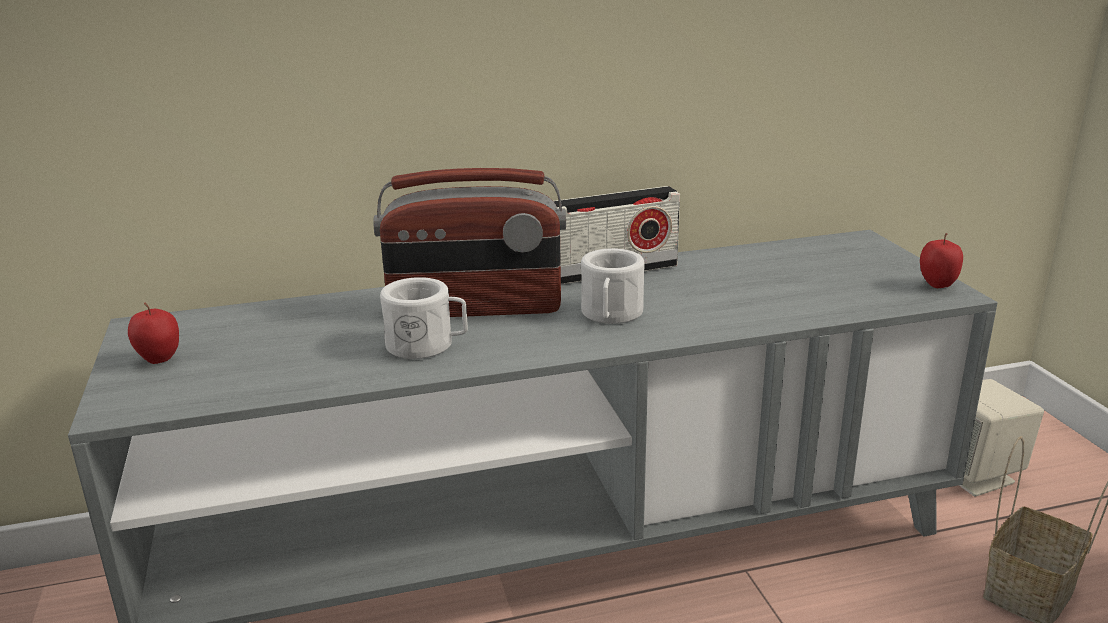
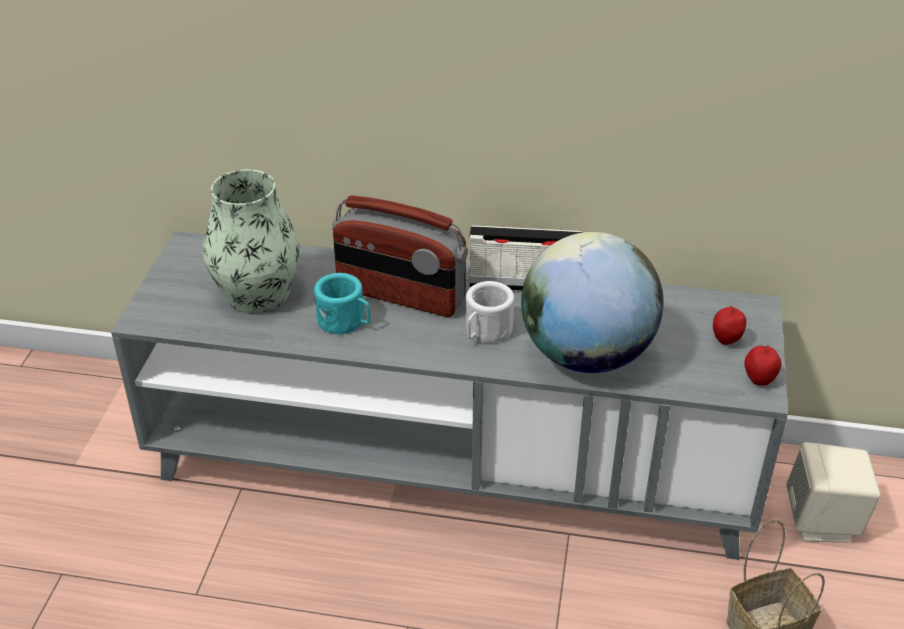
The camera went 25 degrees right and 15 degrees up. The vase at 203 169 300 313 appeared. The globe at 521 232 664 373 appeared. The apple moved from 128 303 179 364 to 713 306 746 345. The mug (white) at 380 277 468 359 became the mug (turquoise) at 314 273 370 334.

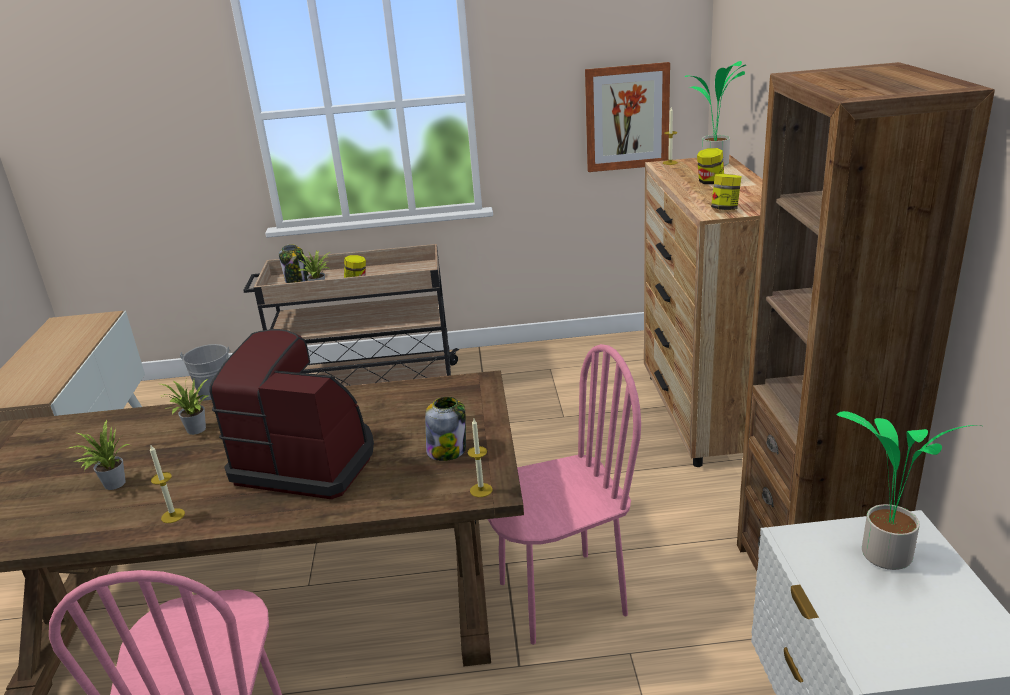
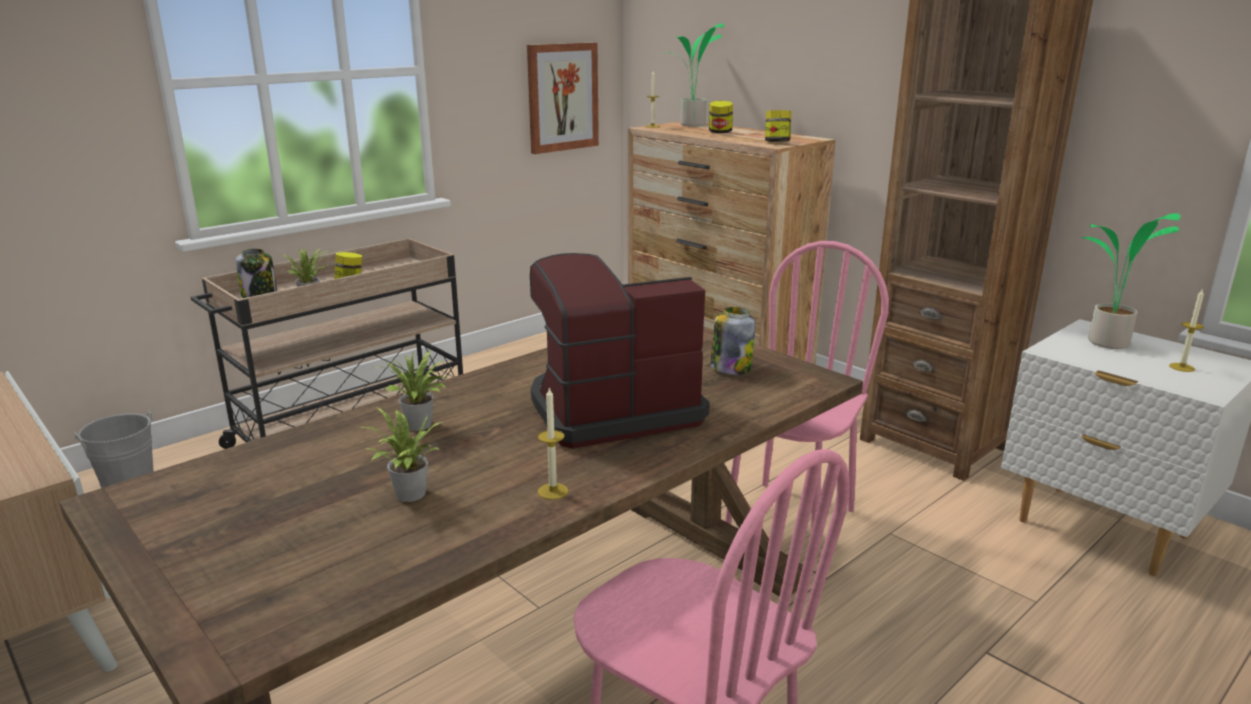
The camera went 40 degrees left and 5 degrees down. The candle moved from 468 419 493 497 to 1169 288 1204 372.

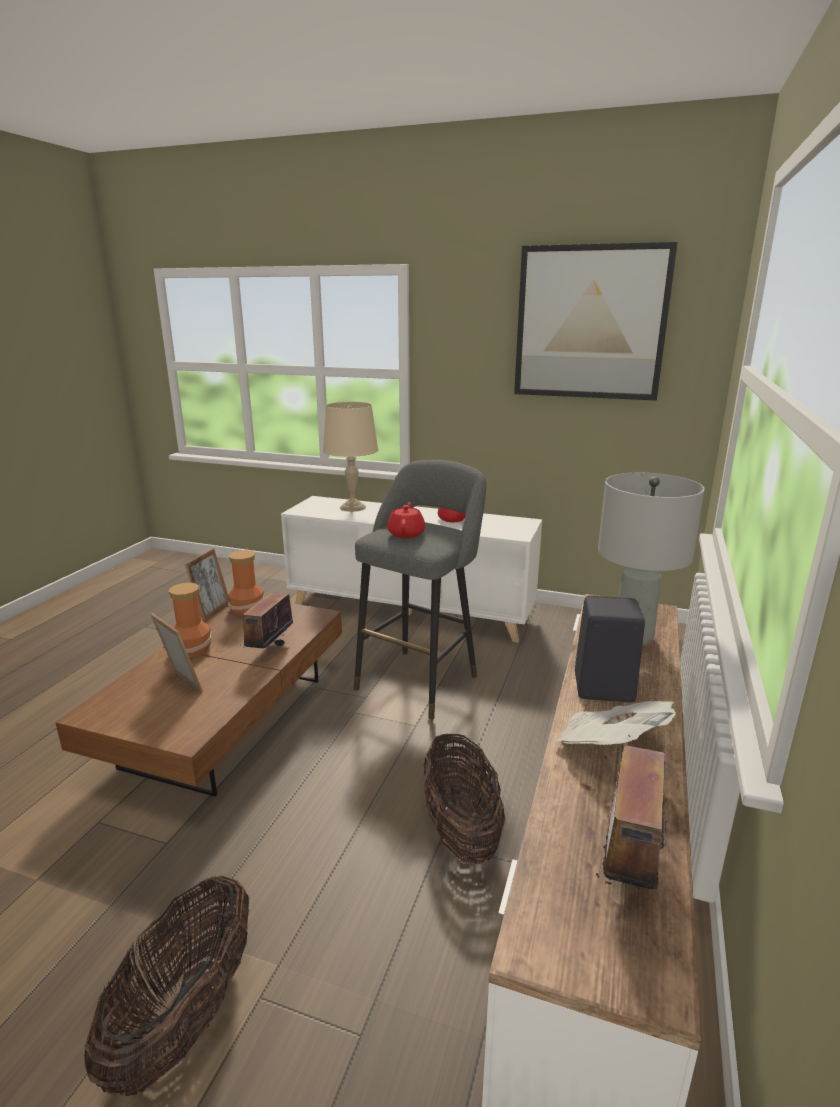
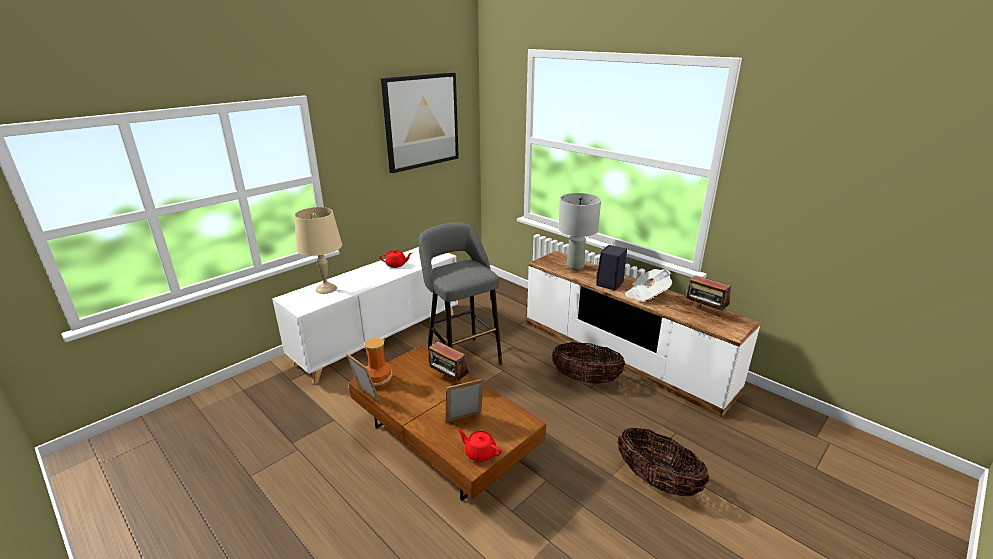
The camera went 65 degrees left and 5 degrees up. The vase at 169 583 212 657 disappeared. The teapot (red) moved from 387 502 425 538 to 458 429 502 462.

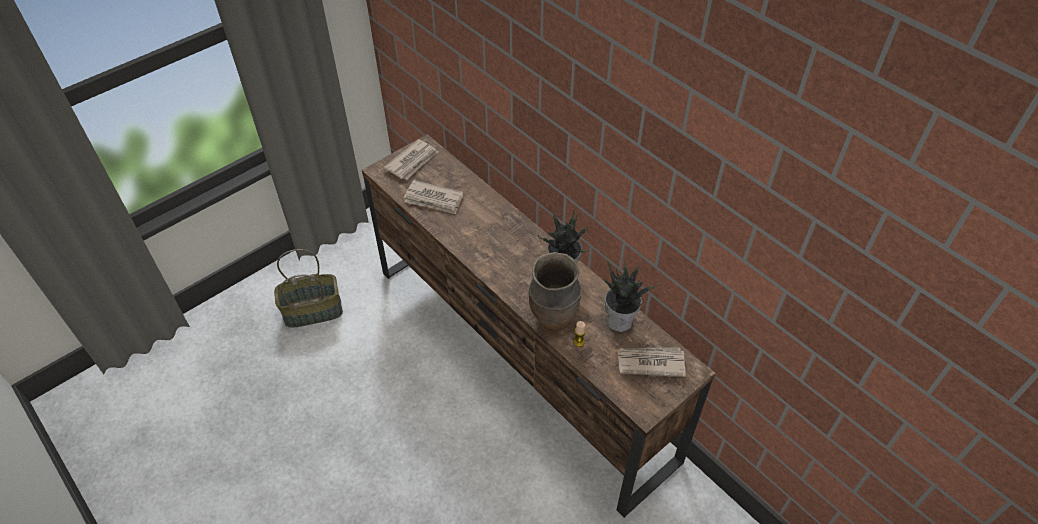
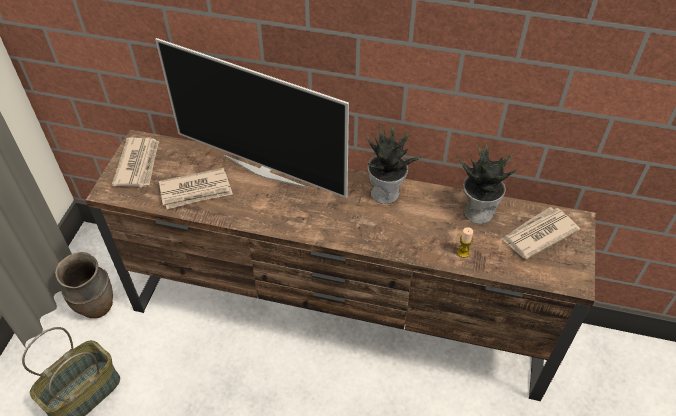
The camera went 35 degrees left and 0 degrees up. The television at 155 38 349 198 appeared. The vase (brown) moved from 529 252 582 331 to 55 252 113 318.

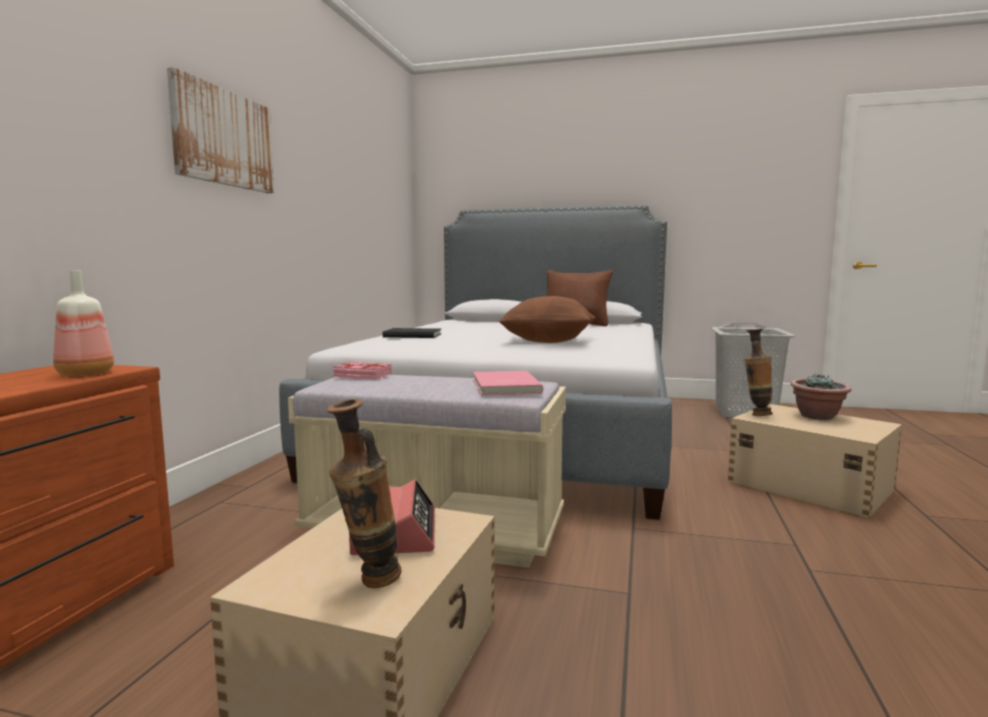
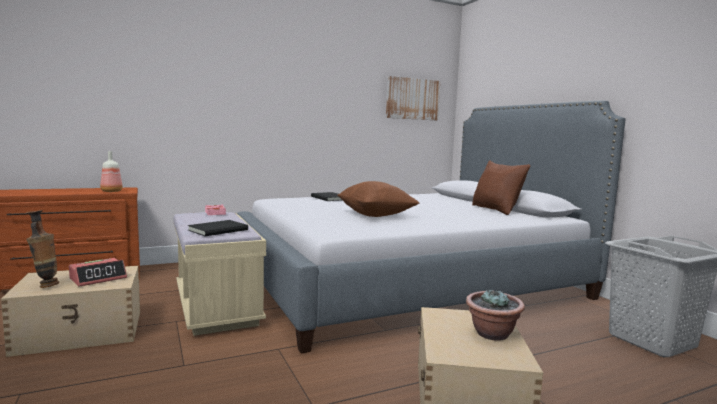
The camera went 50 degrees right and 0 degrees up. The vase at 744 328 773 416 disappeared. The picture moved from 167 67 274 194 to 386 76 440 120. The book (pink) at 473 371 543 396 became the book (black) at 187 220 248 236.

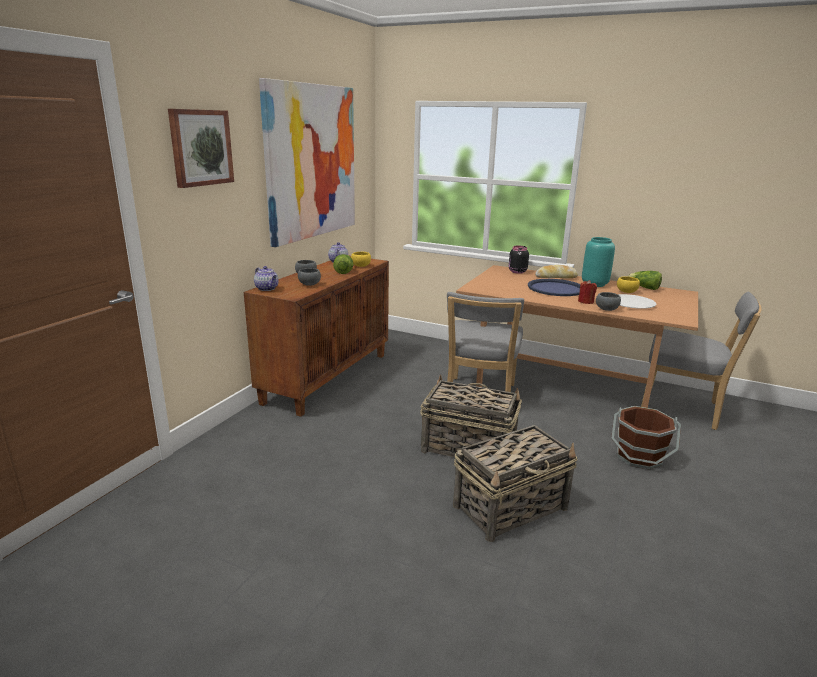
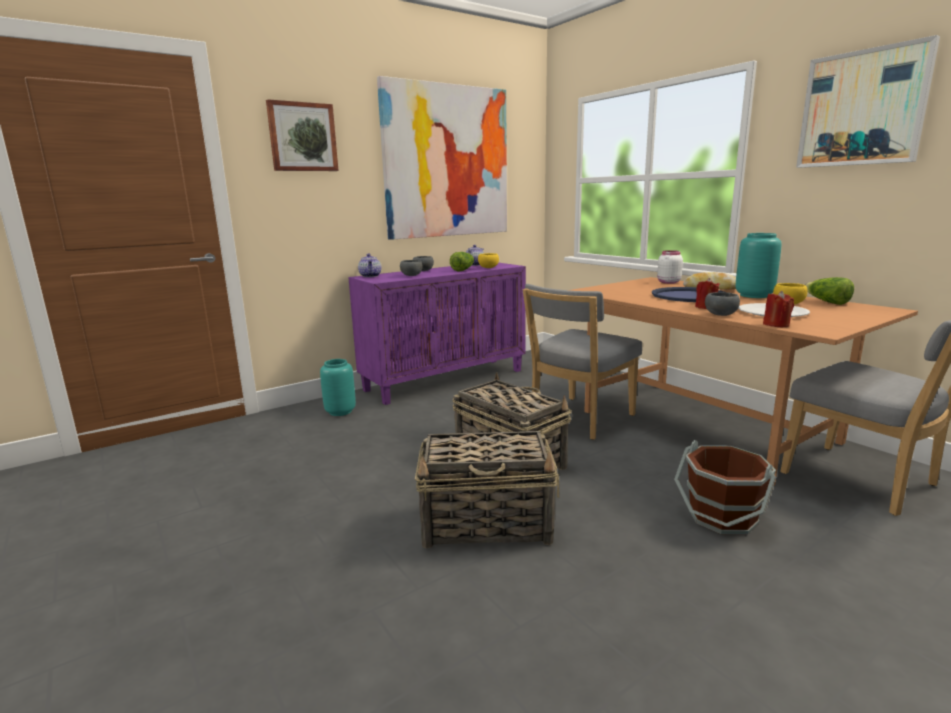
The camera went 30 degrees right and 5 degrees down. The vase (turquoise) at 320 359 356 416 appeared. The candle (red) at 763 291 794 327 appeared. The picture at 796 35 940 168 appeared. The cabinet (brown) at 244 255 389 417 became the cabinet (purple) at 348 262 526 405. The jar (black) at 509 245 529 274 became the jar (white) at 657 250 683 284.

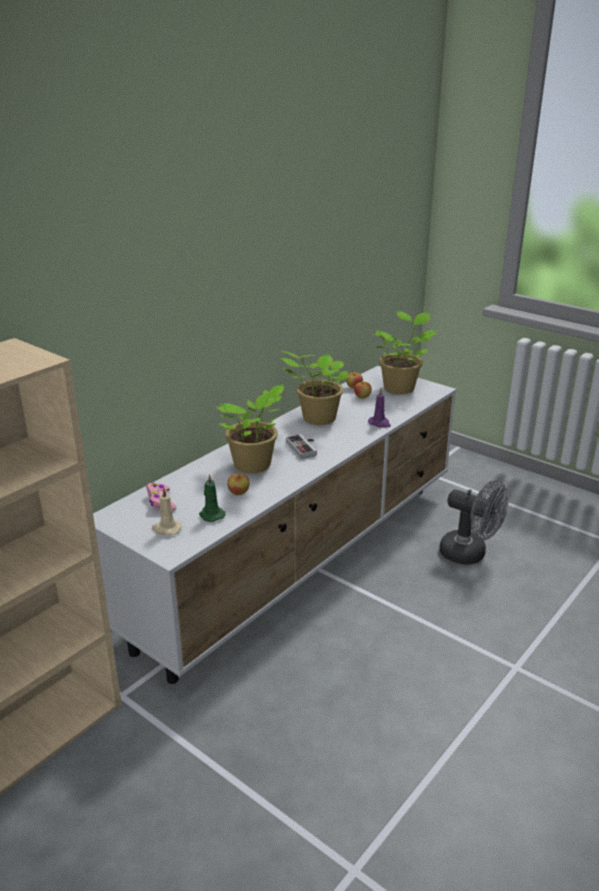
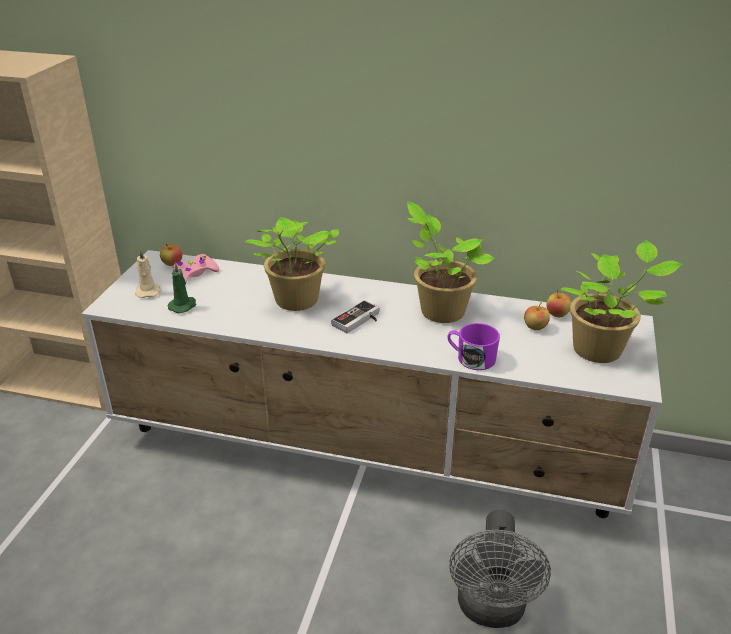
The camera went 65 degrees right and 5 degrees up. The apple moved from 227 473 249 495 to 160 244 182 266. The candle (purple) at 368 388 391 428 was replaced by the mug (purple) at 447 323 500 370.

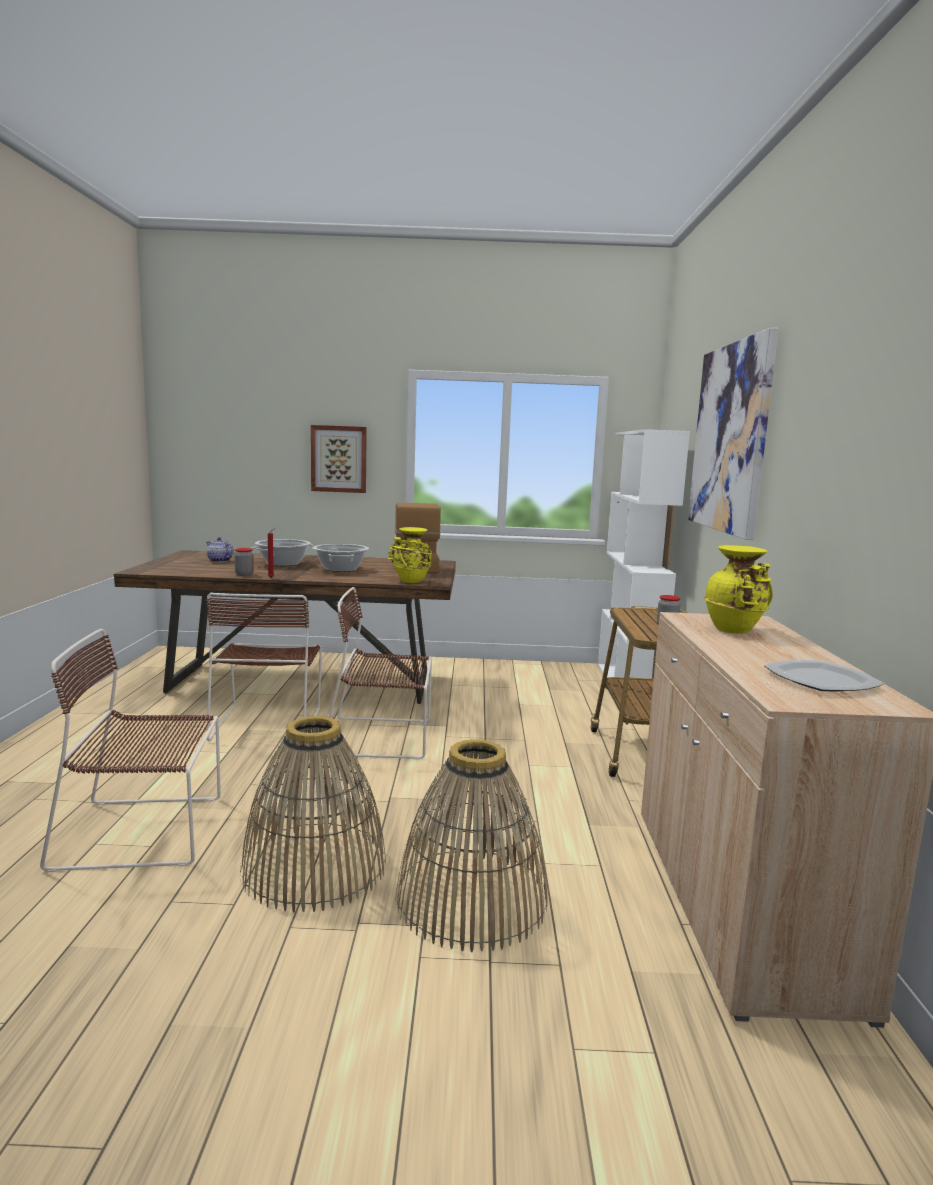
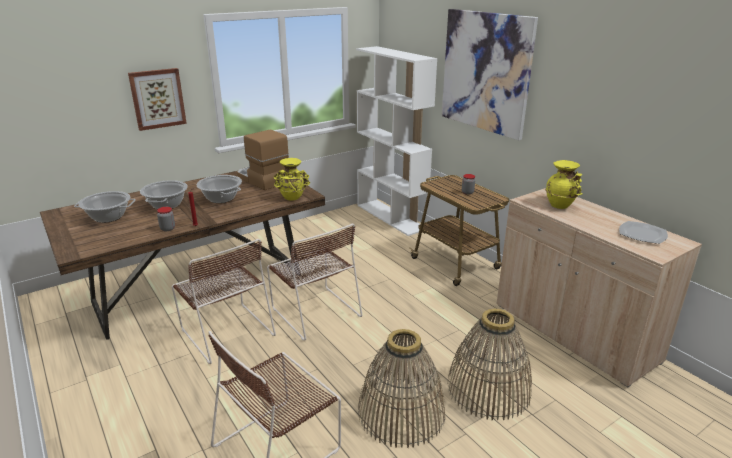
The camera went 35 degrees left and 15 degrees up. The teapot at 206 537 234 562 was replaced by the cooking pot at 74 191 136 223. The chair (brown) at 321 587 432 760 turned 90 degrees counterclockwise.

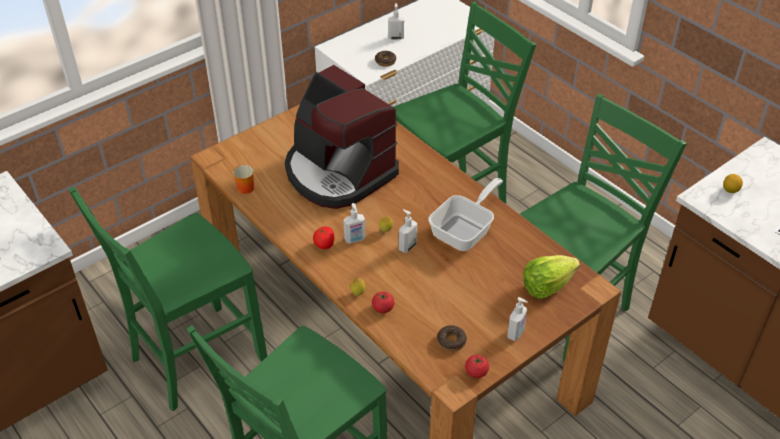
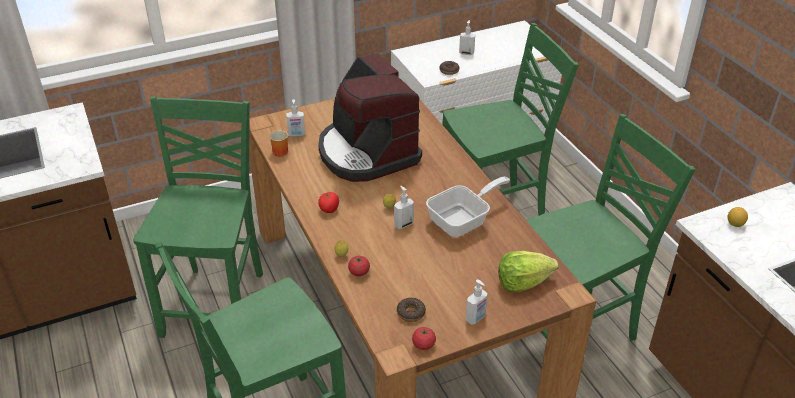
The camera went 15 degrees right and 5 degrees down. The soap dispenser moved from 343 203 366 244 to 286 99 305 137. The chair (green) at 69 187 267 411 turned 120 degrees clockwise.

